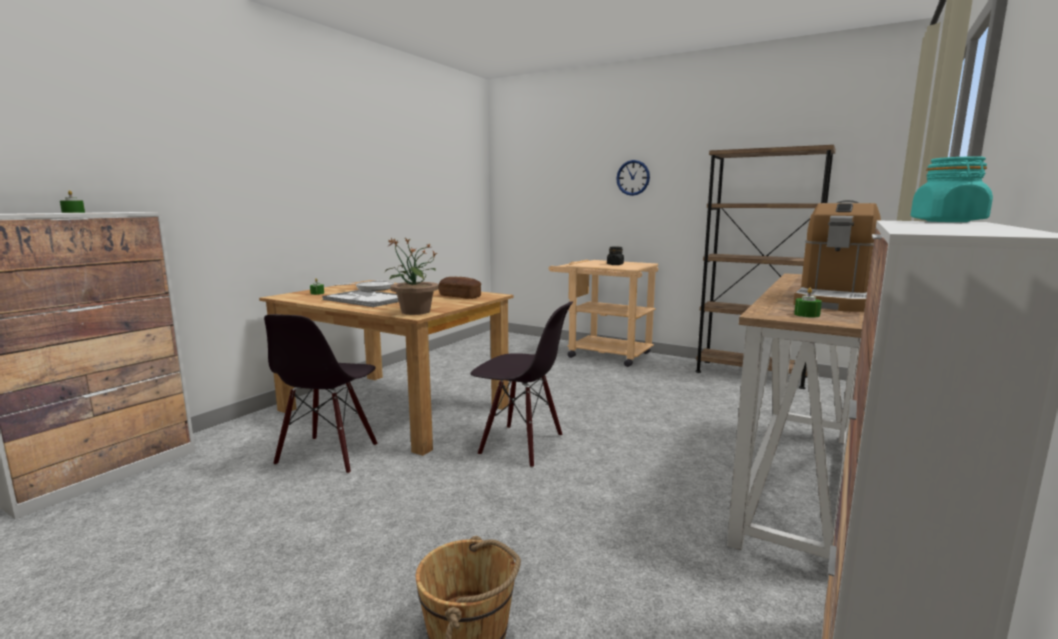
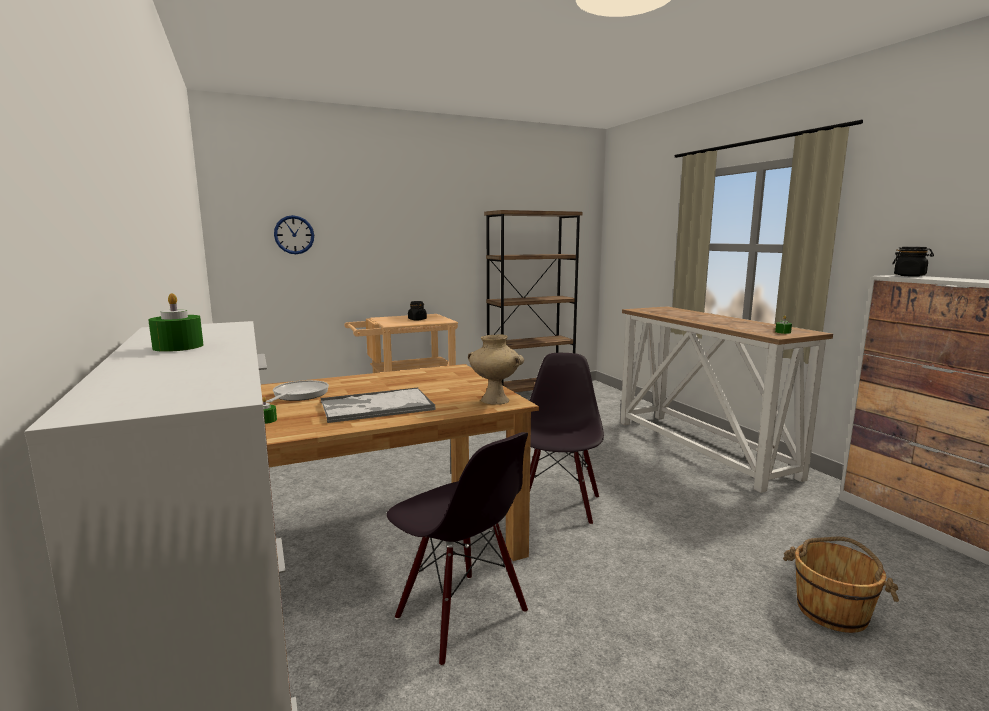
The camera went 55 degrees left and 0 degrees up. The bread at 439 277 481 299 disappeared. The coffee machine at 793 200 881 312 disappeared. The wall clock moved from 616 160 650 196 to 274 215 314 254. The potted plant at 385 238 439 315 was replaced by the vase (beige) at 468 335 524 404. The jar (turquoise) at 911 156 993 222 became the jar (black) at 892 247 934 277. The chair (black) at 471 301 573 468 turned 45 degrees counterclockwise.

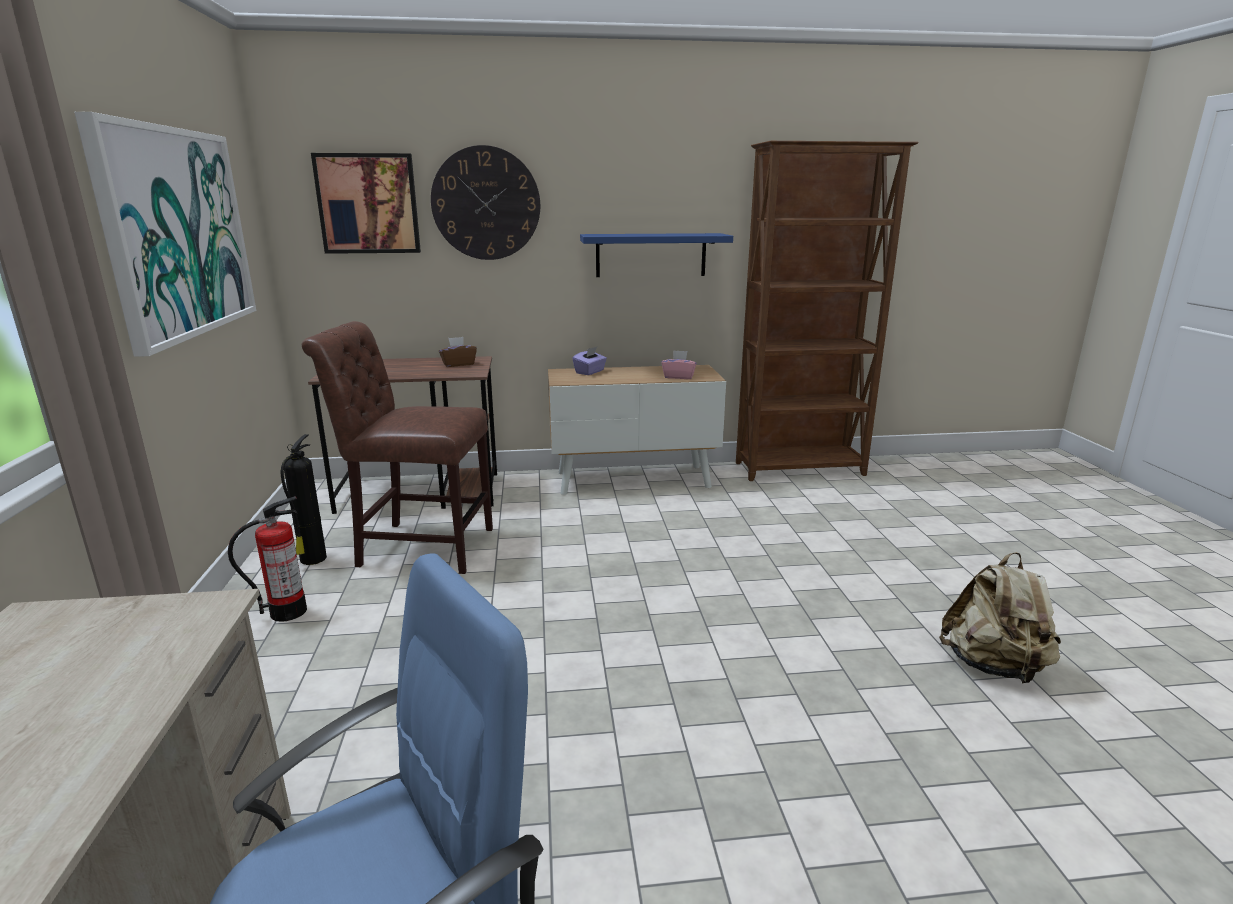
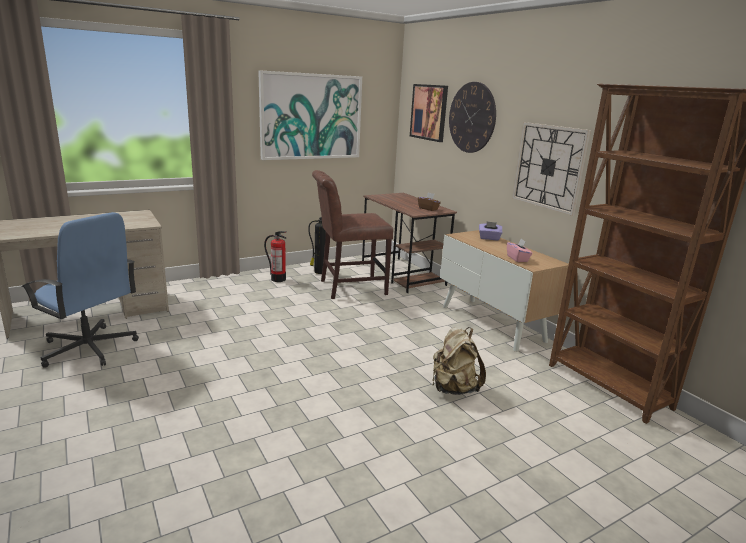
The camera went 65 degrees right and 0 degrees up. The backpack (beige) moved from 939 552 1061 684 to 432 327 486 395. The shelf (blue) at 580 233 733 277 was replaced by the wall clock at 512 122 591 216. The chair (brown) at 302 321 493 574 turned 90 degrees counterclockwise.

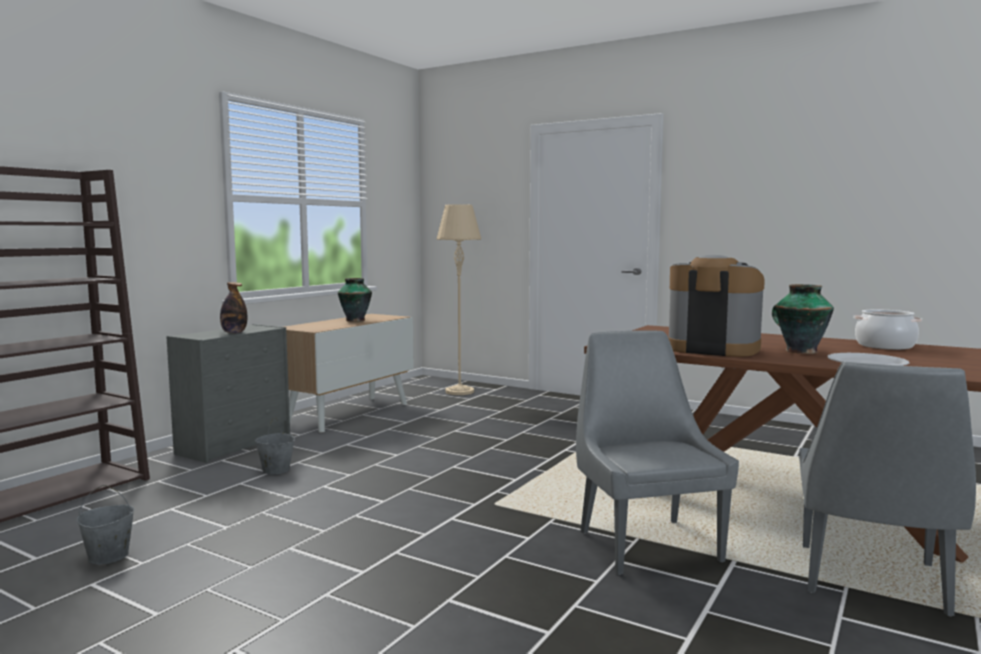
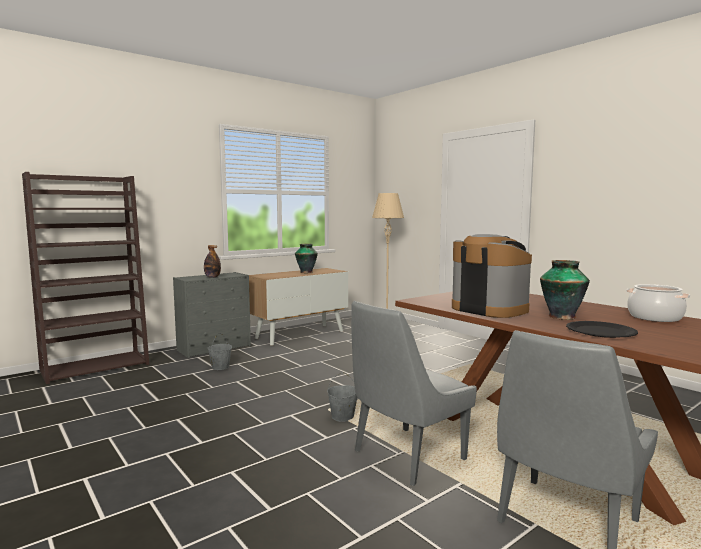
The camera went 20 degrees right and 0 degrees up. The bucket (grey) moved from 77 485 135 565 to 327 372 357 422. The plate (white) at 828 353 909 366 became the plate (black) at 566 321 638 338. The chair (grey) at 576 330 739 575 turned 135 degrees counterclockwise.

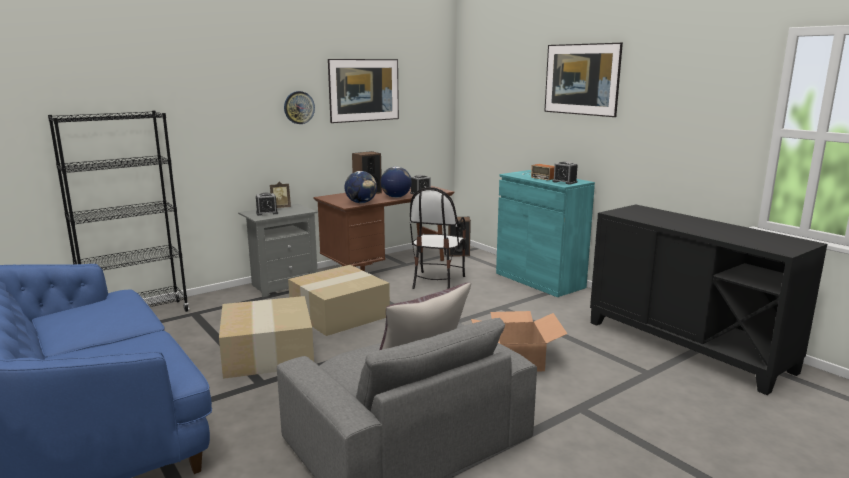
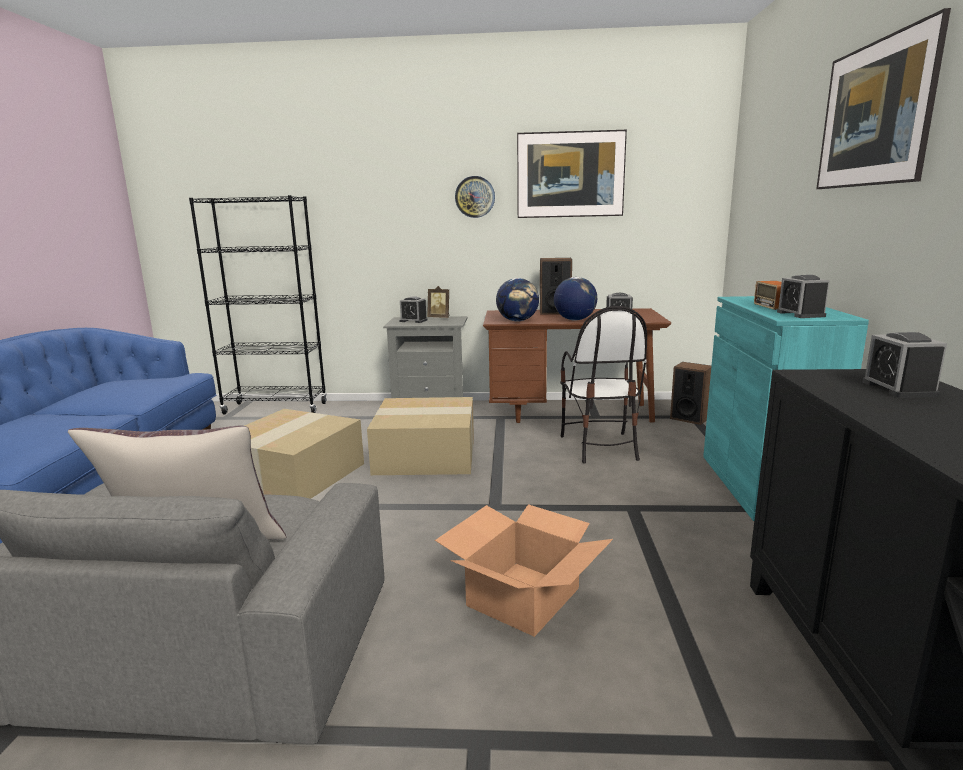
The camera went 40 degrees right and 0 degrees up. The alarm clock at 863 332 947 398 appeared. The chair at 410 187 466 289 turned 60 degrees counterclockwise.

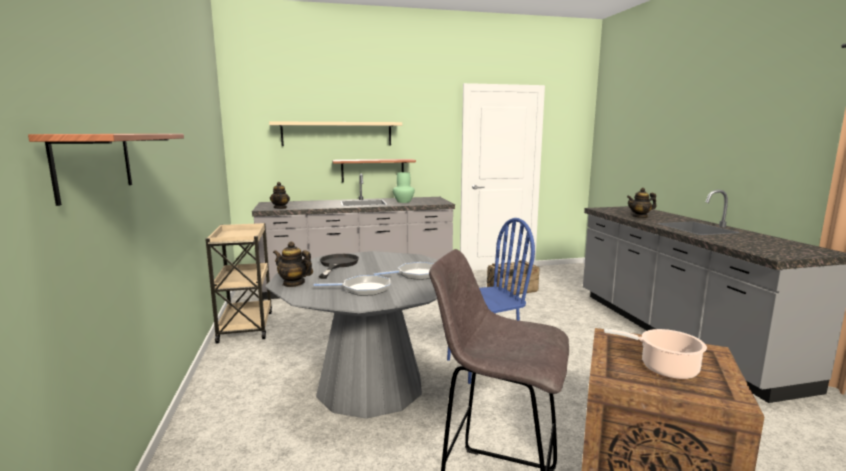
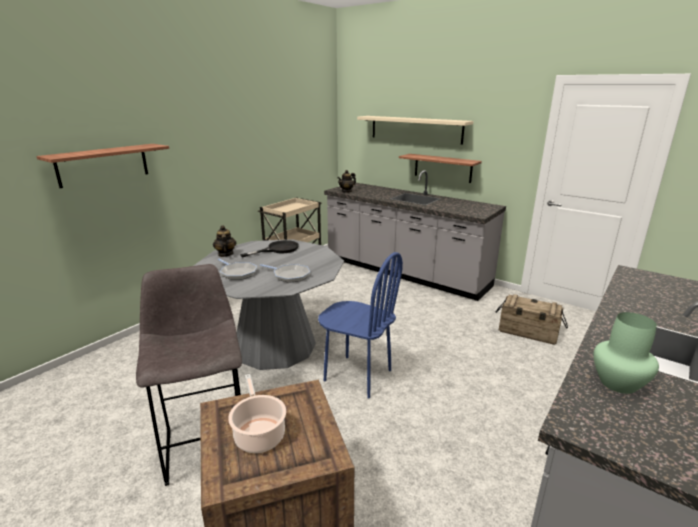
The camera went 50 degrees right and 10 degrees up. The teapot at 627 188 657 218 disappeared. The vase (green) moved from 393 172 415 203 to 593 312 659 394.

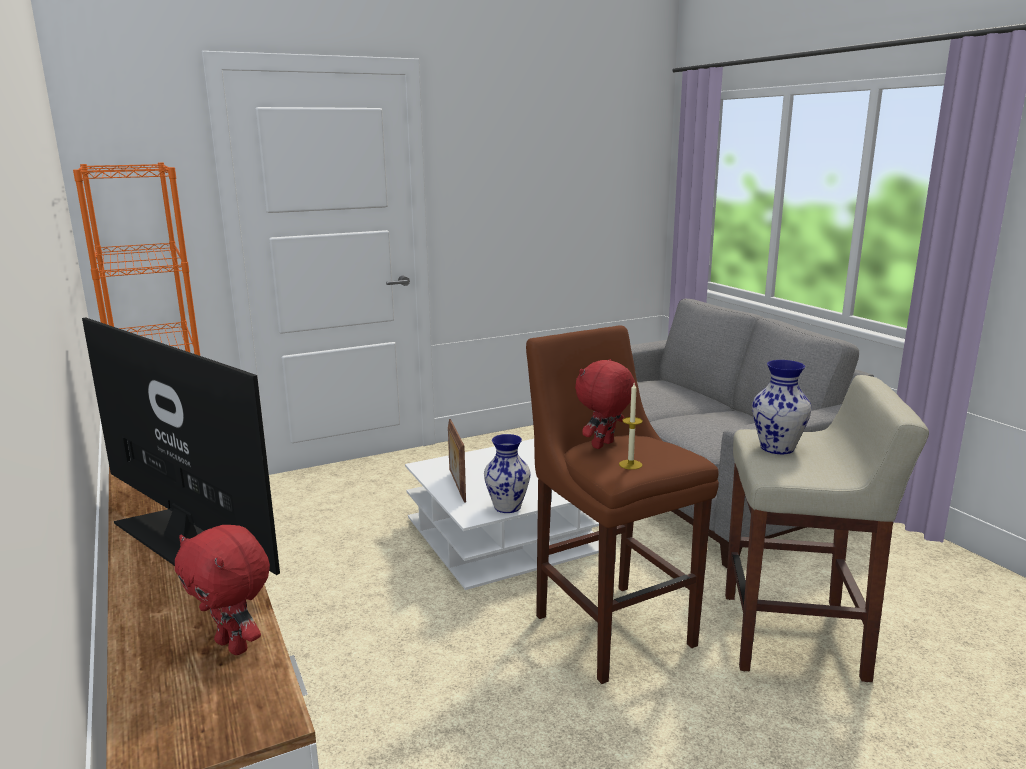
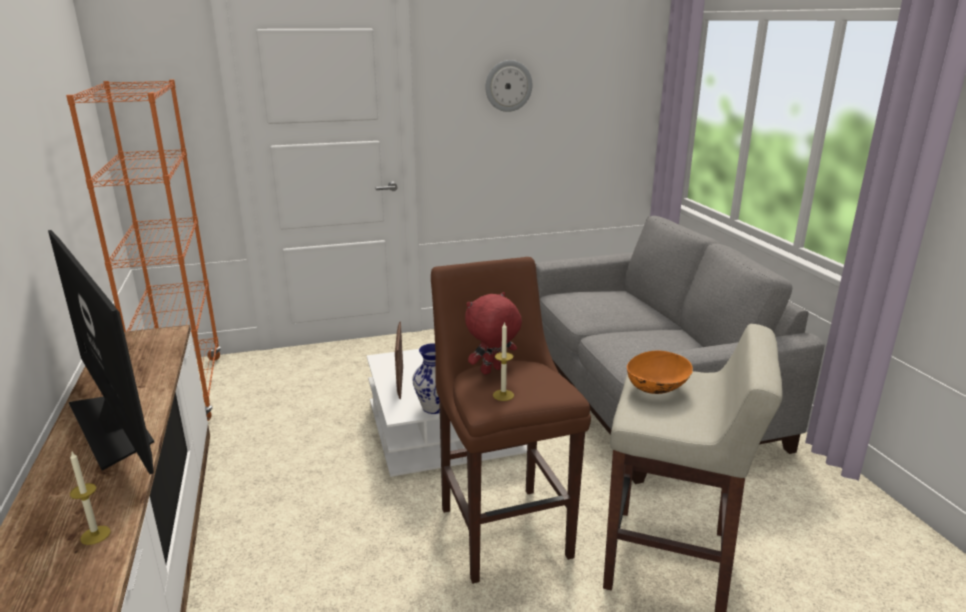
The camera went 10 degrees right and 5 degrees up. The wall clock at 485 60 532 112 appeared. The plush toy (red) at 175 525 270 655 was replaced by the candle at 70 452 111 545. The vase at 752 360 812 454 was replaced by the bowl (orange) at 627 351 693 394.

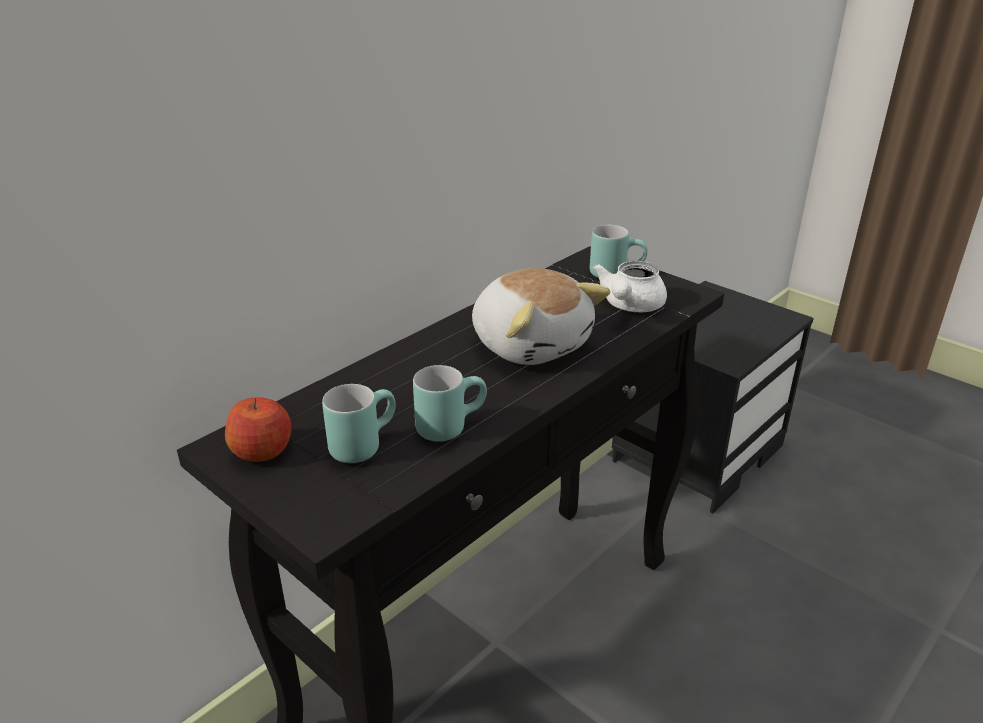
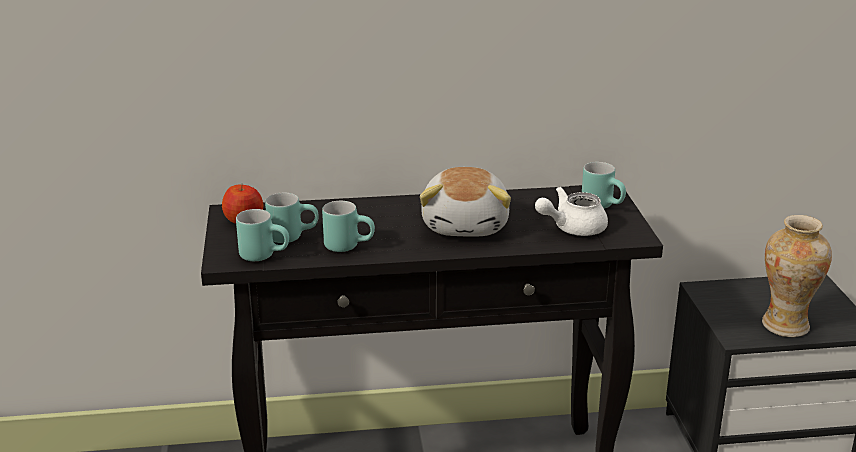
The camera went 40 degrees right and 5 degrees down. The mug (turquoise) at 236 209 289 261 appeared. The vase at 762 215 832 337 appeared.

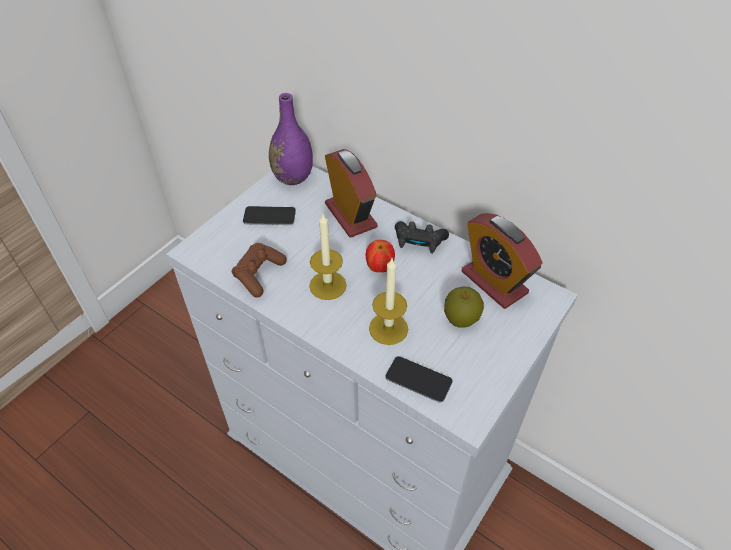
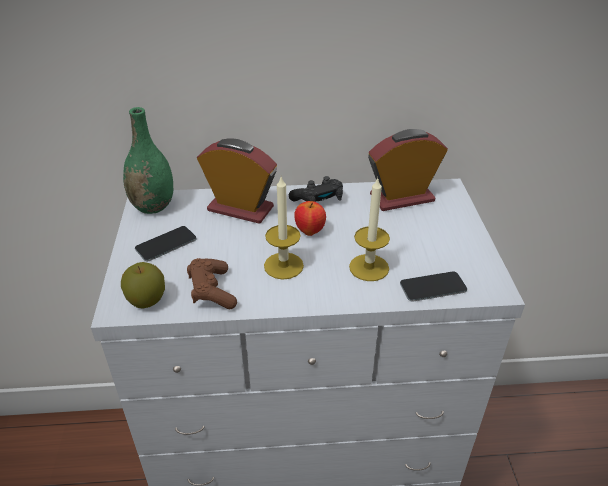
The camera went 40 degrees left and 10 degrees down. The apple moved from 444 287 484 328 to 121 262 165 309. The vase (purple) at 269 93 313 185 became the vase (green) at 123 107 173 214. The alarm clock at 462 213 543 309 turned 150 degrees clockwise.

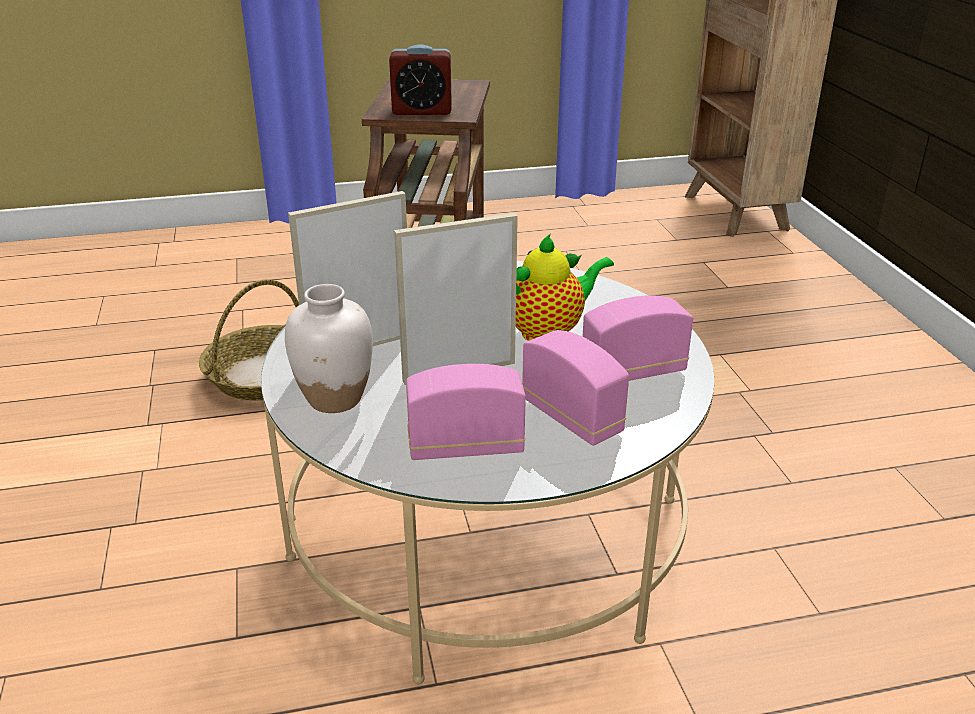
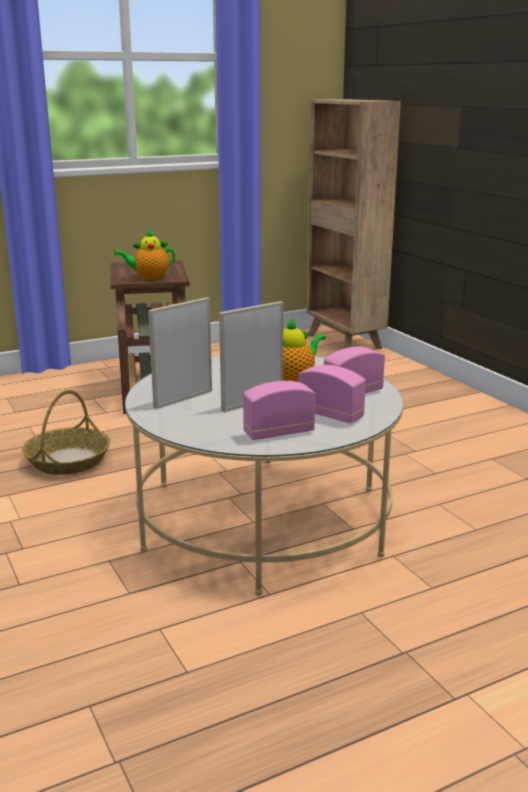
The camera went 15 degrees left and 10 degrees down. The vase (white) at 285 284 373 413 disappeared. The alarm clock at 389 44 452 115 was replaced by the teapot at 114 229 175 281.

